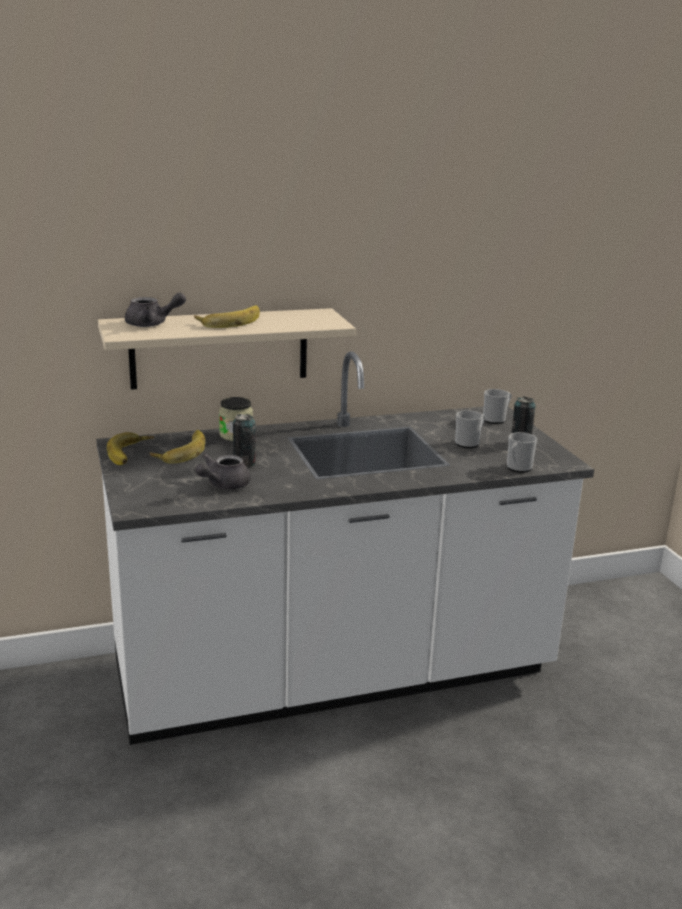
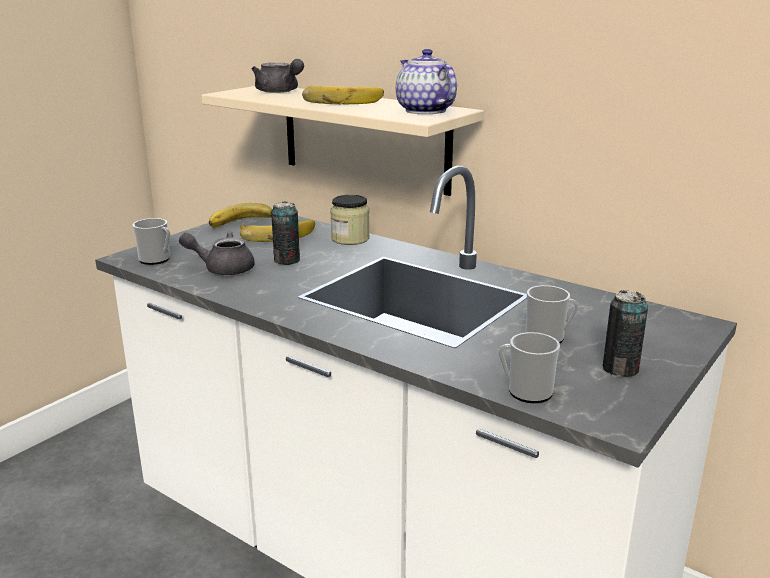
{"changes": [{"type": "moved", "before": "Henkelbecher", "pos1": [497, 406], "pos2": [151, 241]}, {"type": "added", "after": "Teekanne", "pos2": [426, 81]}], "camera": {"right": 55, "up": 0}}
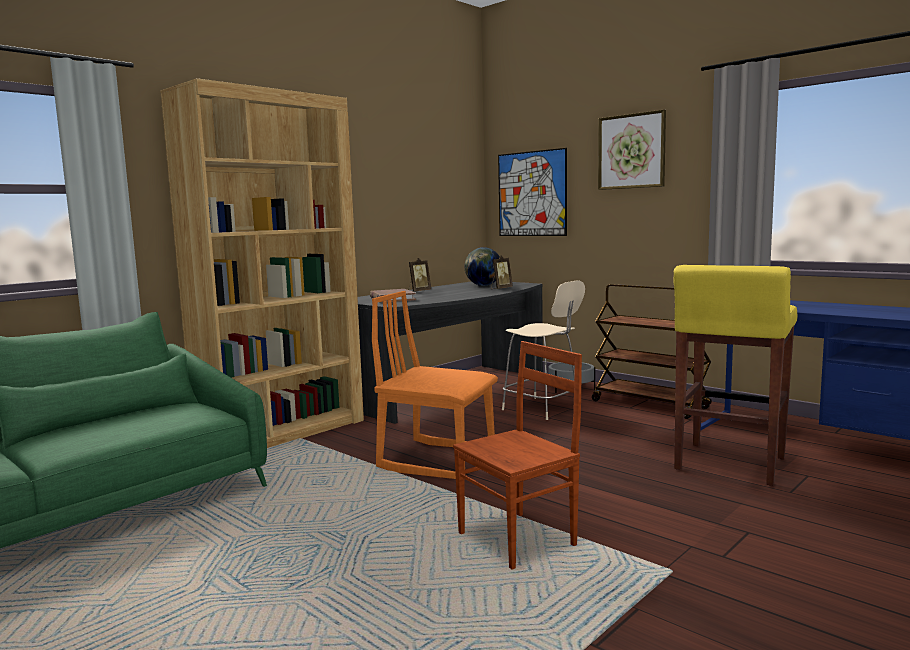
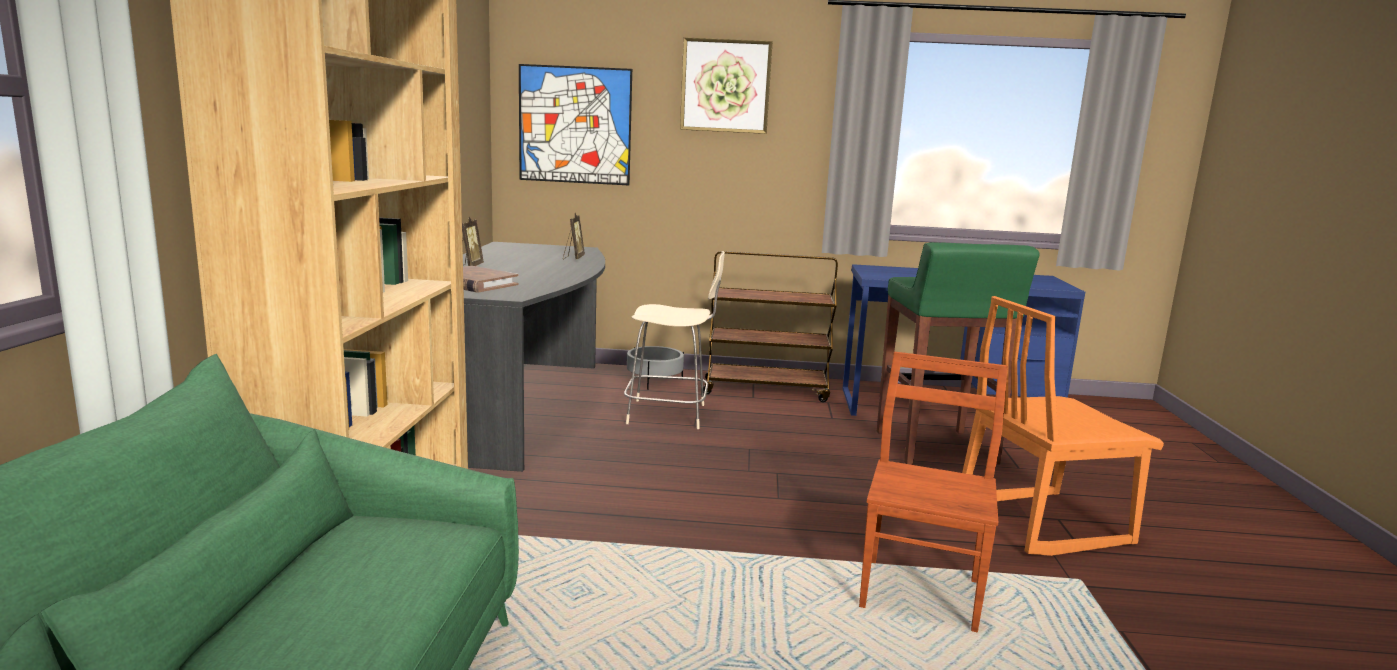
{"changes": [{"type": "recoloured", "before": "Hocker/gelb", "after": "Hocker/grün", "pos1": [735, 375], "pos2": [958, 353]}, {"type": "moved", "before": "Stuhl/orange", "pos1": [435, 385], "pos2": [1063, 426]}, {"type": "removed", "before": "Globus", "pos1": [482, 266]}], "camera": {"right": -40, "up": 5}}
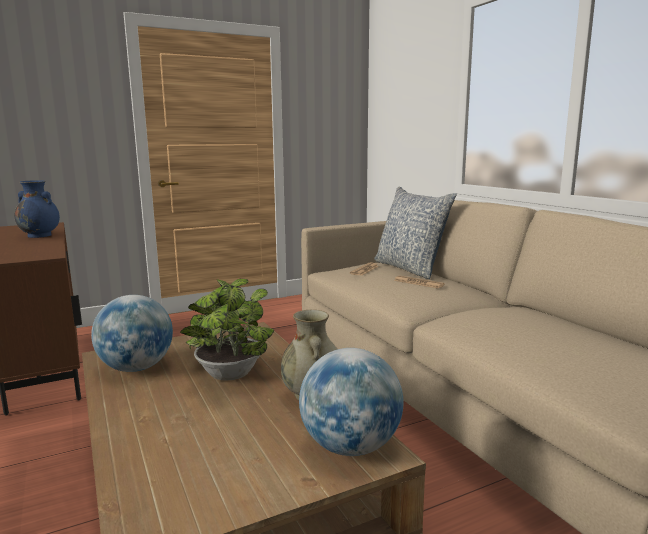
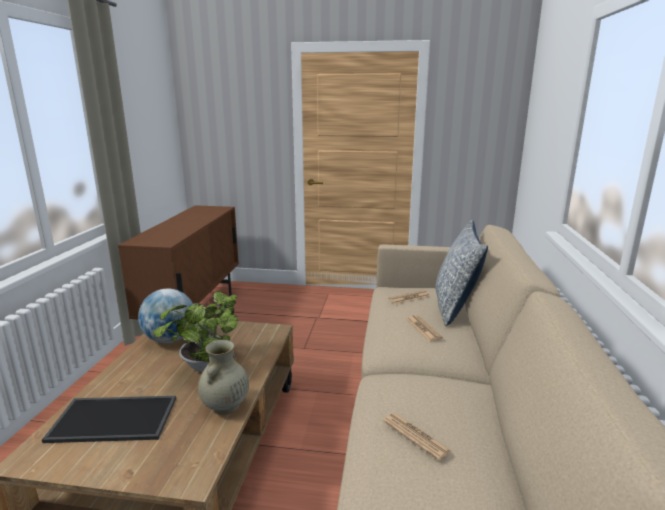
{"changes": [{"type": "added", "after": "Tablett", "pos2": [109, 419]}, {"type": "added", "after": "Zeitung", "pos2": [417, 436]}, {"type": "removed", "before": "Vase/blau", "pos1": [37, 209]}, {"type": "removed", "before": "Globus", "pos1": [351, 402]}], "camera": {"right": 35, "up": 5}}
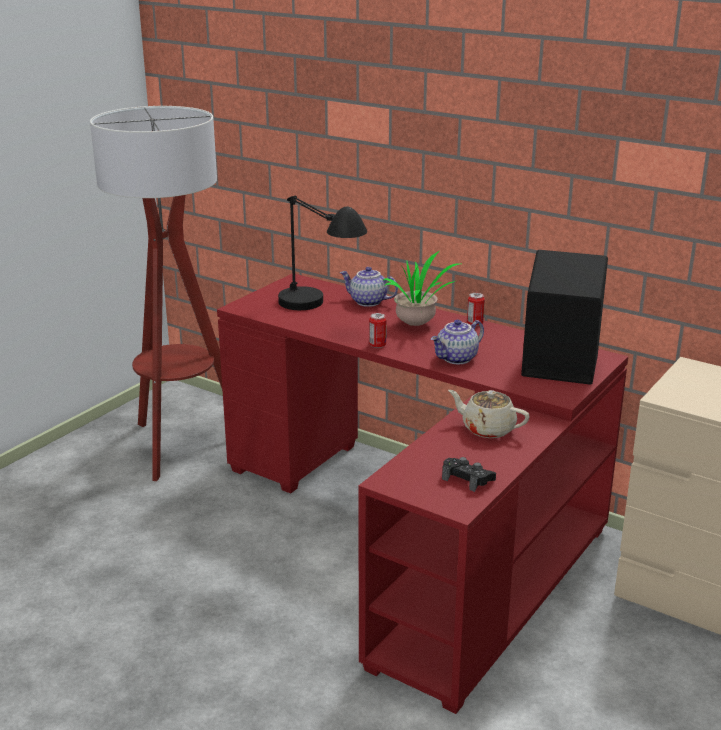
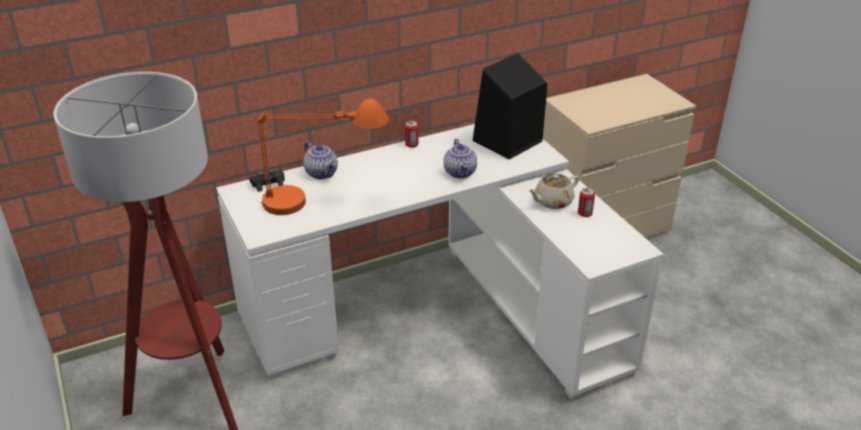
{"changes": [{"type": "recoloured", "before": "Schreibtisch/rot", "after": "Schreibtisch/weiß", "pos1": [422, 494], "pos2": [439, 262]}, {"type": "moved", "before": "Gamepad/schwarz", "pos1": [469, 474], "pos2": [267, 181]}, {"type": "recoloured", "before": "Tischlampe/schwarz", "after": "Tischlampe/orange", "pos1": [322, 253], "pos2": [323, 157]}, {"type": "turned", "before": "Teekanne", "pos1": [369, 287], "pos2": [321, 161], "turn": -90}, {"type": "moved", "before": "Dose", "pos1": [378, 330], "pos2": [586, 202]}, {"type": "removed", "before": "Topfpflanze", "pos1": [422, 288]}], "camera": {"right": -60, "up": 10}}
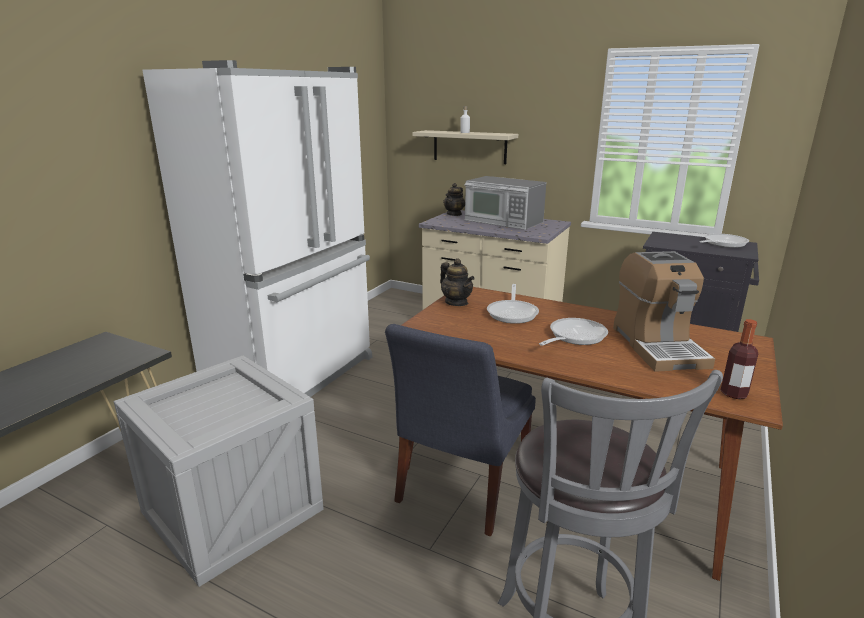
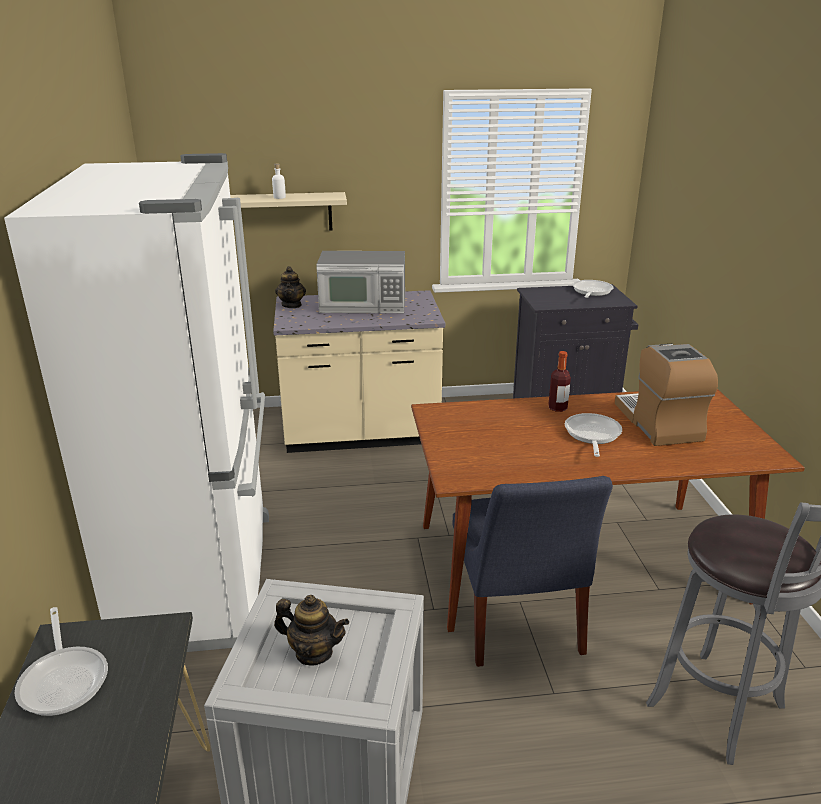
{"changes": [{"type": "moved", "before": "Pfanne", "pos1": [513, 304], "pos2": [61, 661]}, {"type": "moved", "before": "Teekanne", "pos1": [457, 282], "pos2": [311, 630]}, {"type": "moved", "before": "Flasche", "pos1": [739, 359], "pos2": [559, 381]}, {"type": "turned", "before": "Kaffeemaschine", "pos1": [664, 311], "pos2": [666, 395], "turn": -150}], "camera": {"right": -35, "up": 5}}
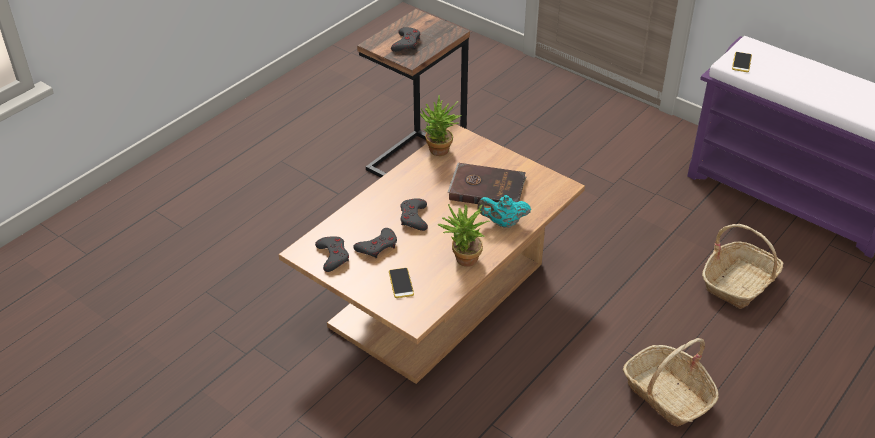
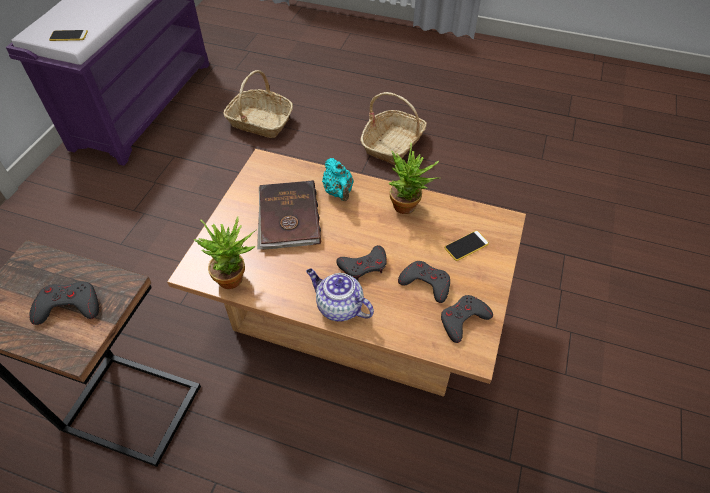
{"changes": [{"type": "added", "after": "Teekanne", "pos2": [340, 295]}], "camera": {"right": -110, "up": 10}}
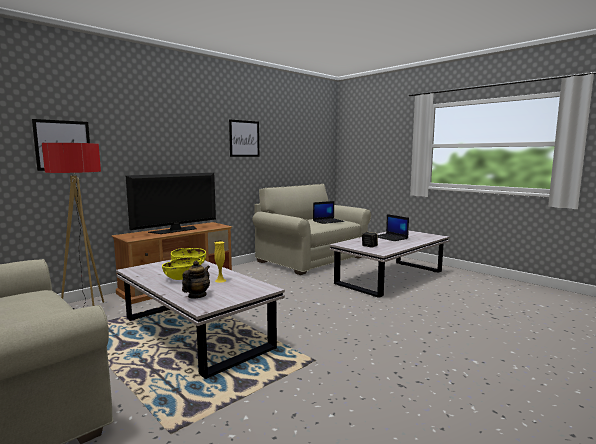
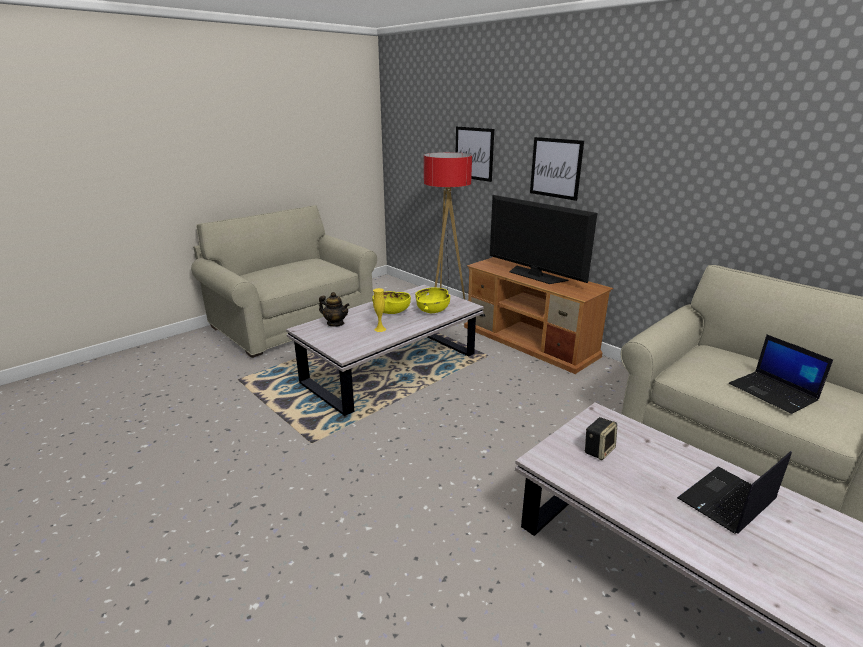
{"changes": [{"type": "moved", "before": "Bild", "pos1": [244, 138], "pos2": [557, 169]}], "camera": {"right": 90, "up": 15}}
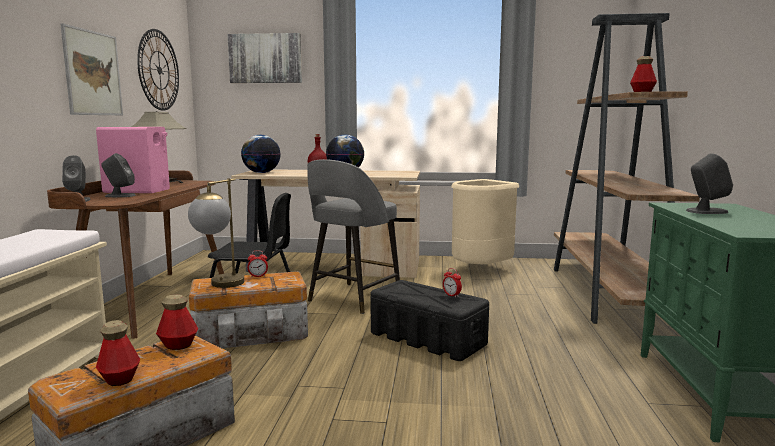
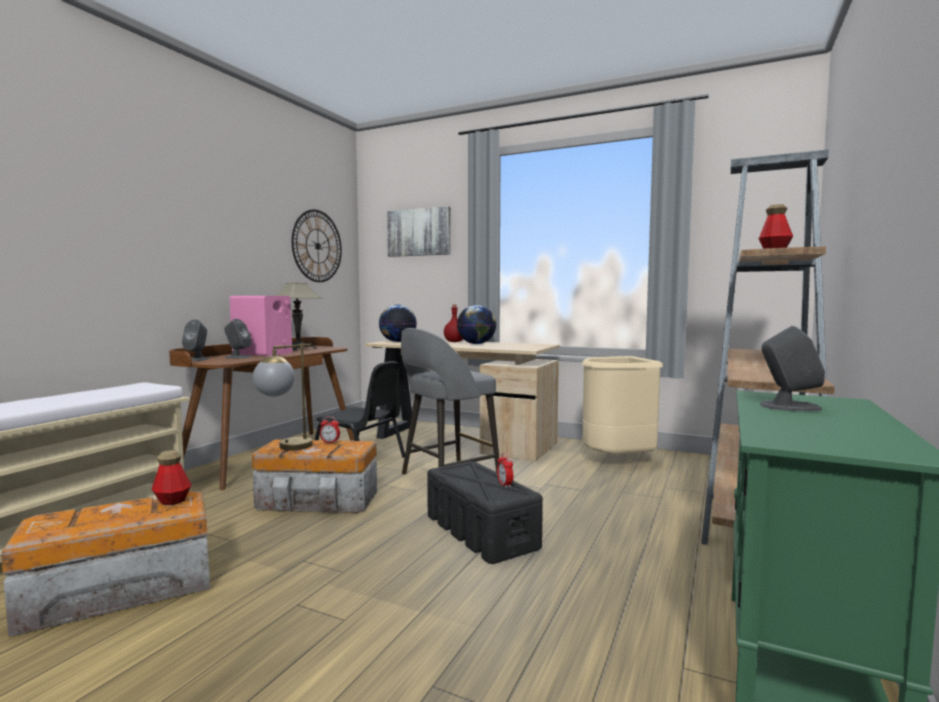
{"changes": [{"type": "removed", "before": "Bild", "pos1": [91, 69]}, {"type": "removed", "before": "Flasche", "pos1": [118, 353]}], "camera": {"right": 20, "up": -5}}
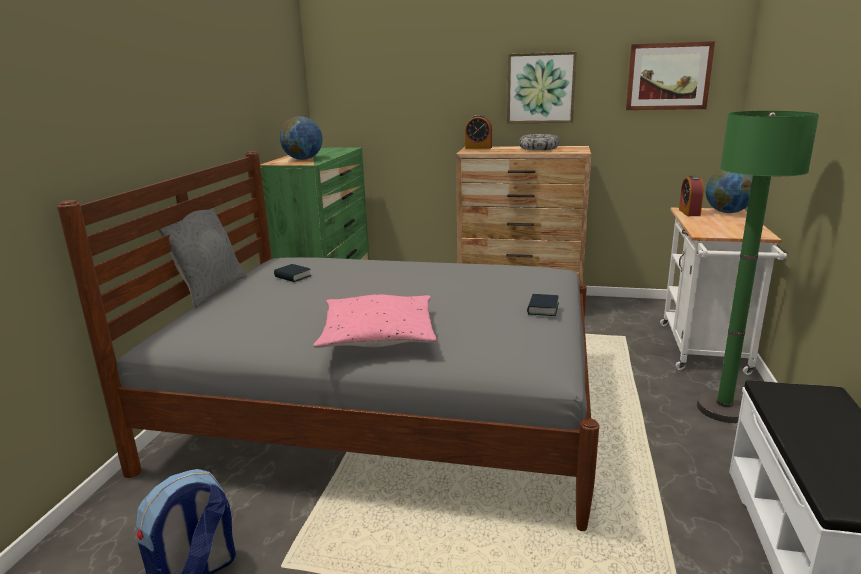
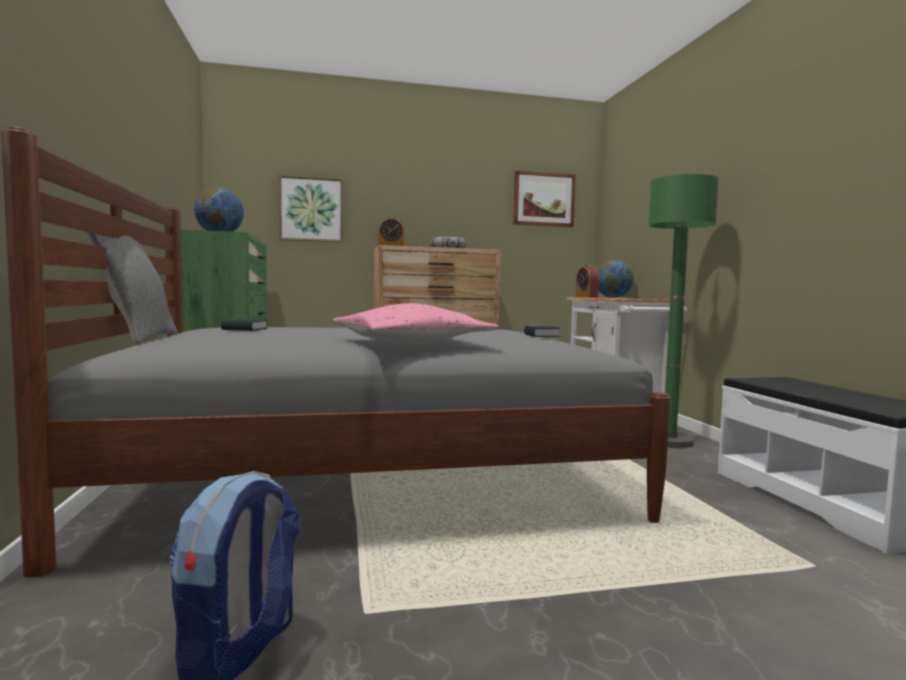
{"changes": [{"type": "moved", "before": "Bild", "pos1": [542, 87], "pos2": [310, 208]}], "camera": {"right": -25, "up": -15}}
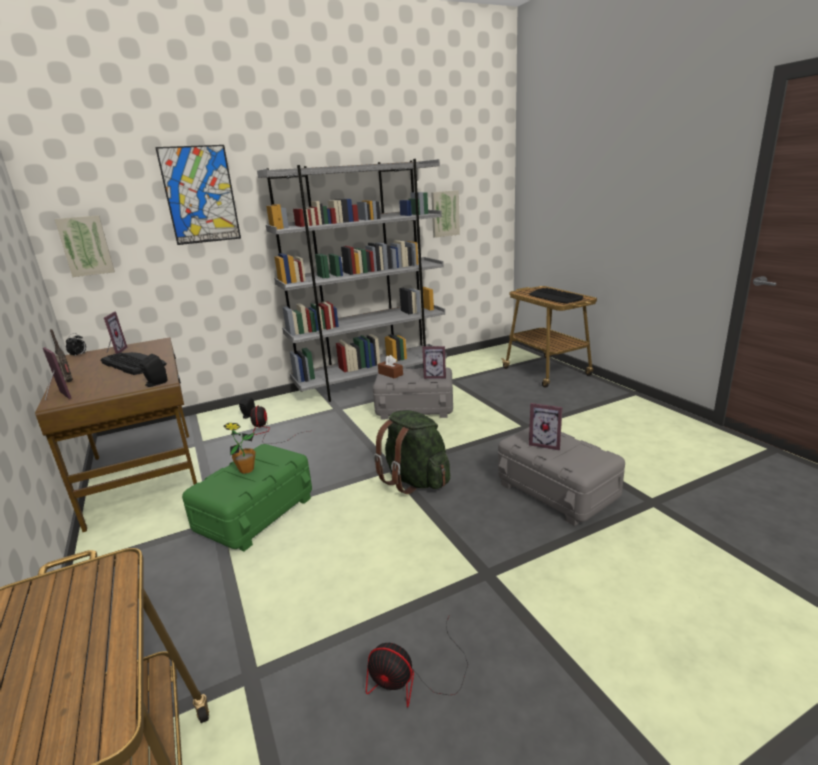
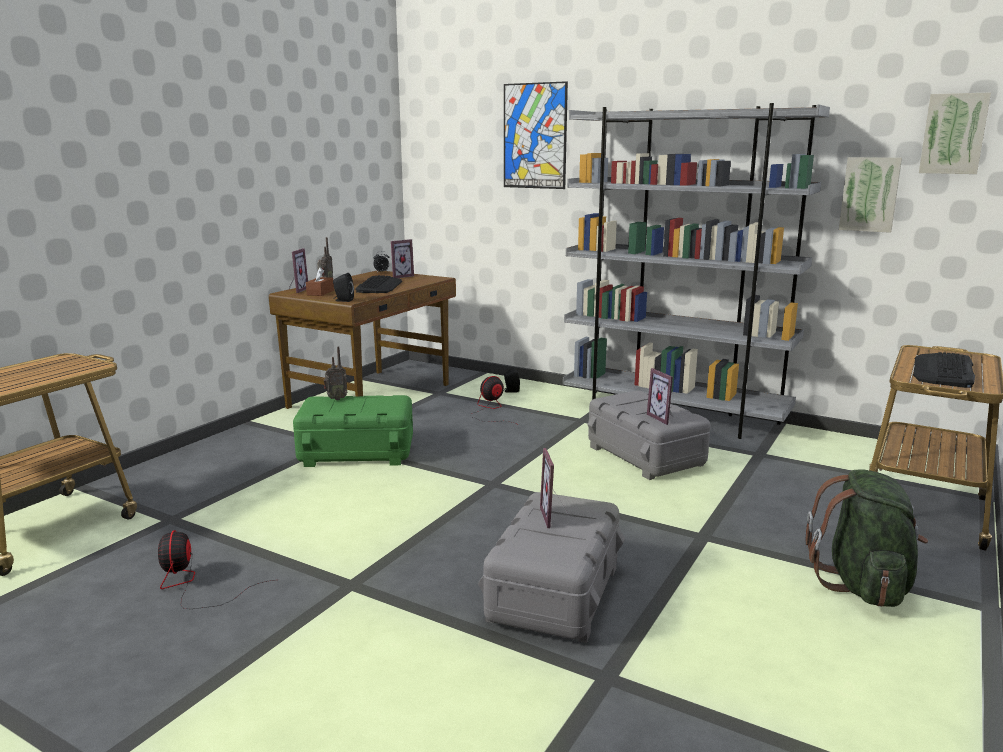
{"changes": [{"type": "moved", "before": "Taschentuchbox/braun", "pos1": [390, 366], "pos2": [320, 281]}, {"type": "added", "after": "Radio", "pos2": [336, 373]}, {"type": "moved", "before": "Rucksack/grün", "pos1": [412, 452], "pos2": [867, 538]}, {"type": "moved", "before": "Bild", "pos1": [85, 246], "pos2": [955, 133]}, {"type": "removed", "before": "Topfpflanze", "pos1": [240, 448]}], "camera": {"right": 55, "up": -5}}
